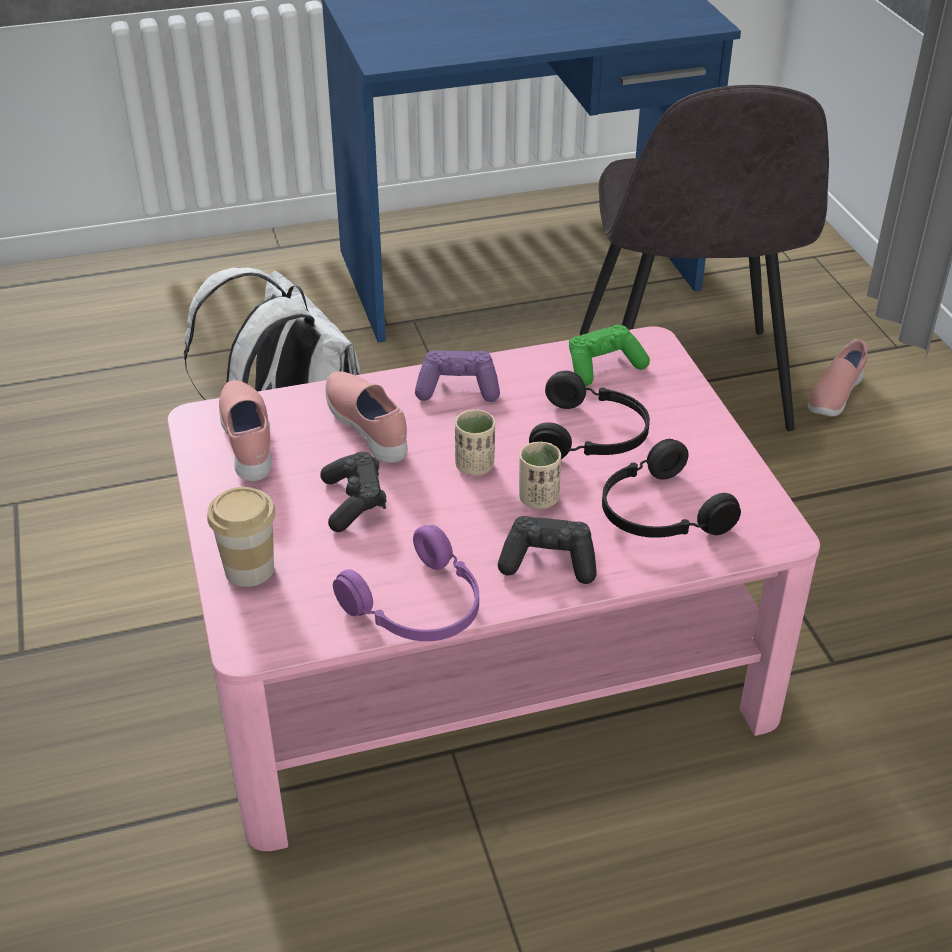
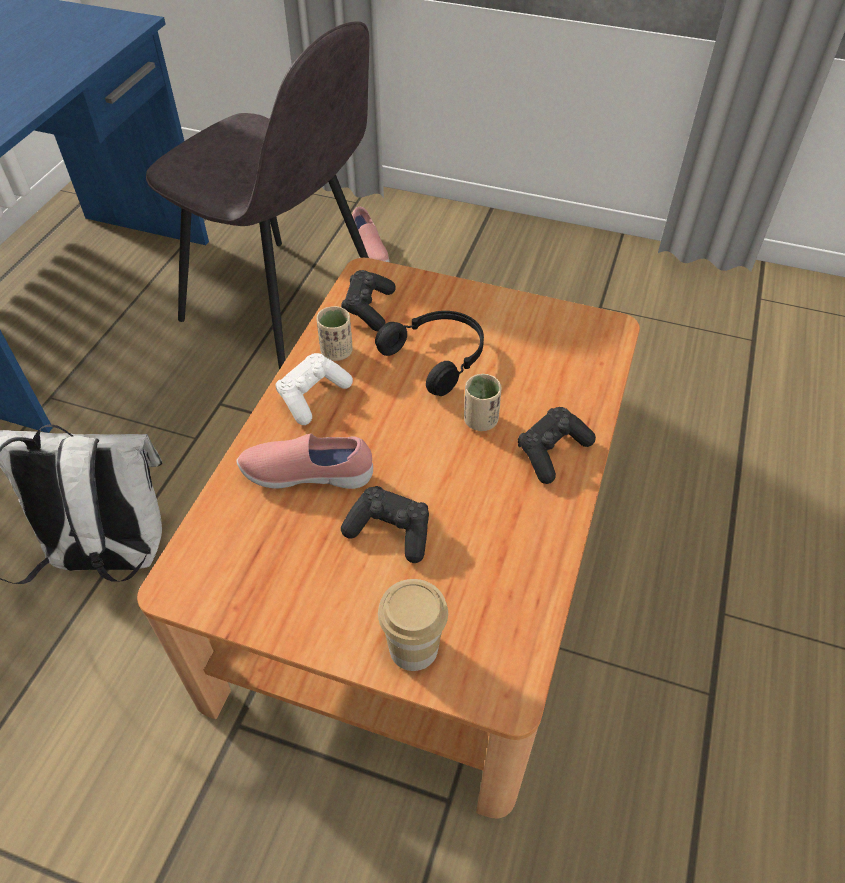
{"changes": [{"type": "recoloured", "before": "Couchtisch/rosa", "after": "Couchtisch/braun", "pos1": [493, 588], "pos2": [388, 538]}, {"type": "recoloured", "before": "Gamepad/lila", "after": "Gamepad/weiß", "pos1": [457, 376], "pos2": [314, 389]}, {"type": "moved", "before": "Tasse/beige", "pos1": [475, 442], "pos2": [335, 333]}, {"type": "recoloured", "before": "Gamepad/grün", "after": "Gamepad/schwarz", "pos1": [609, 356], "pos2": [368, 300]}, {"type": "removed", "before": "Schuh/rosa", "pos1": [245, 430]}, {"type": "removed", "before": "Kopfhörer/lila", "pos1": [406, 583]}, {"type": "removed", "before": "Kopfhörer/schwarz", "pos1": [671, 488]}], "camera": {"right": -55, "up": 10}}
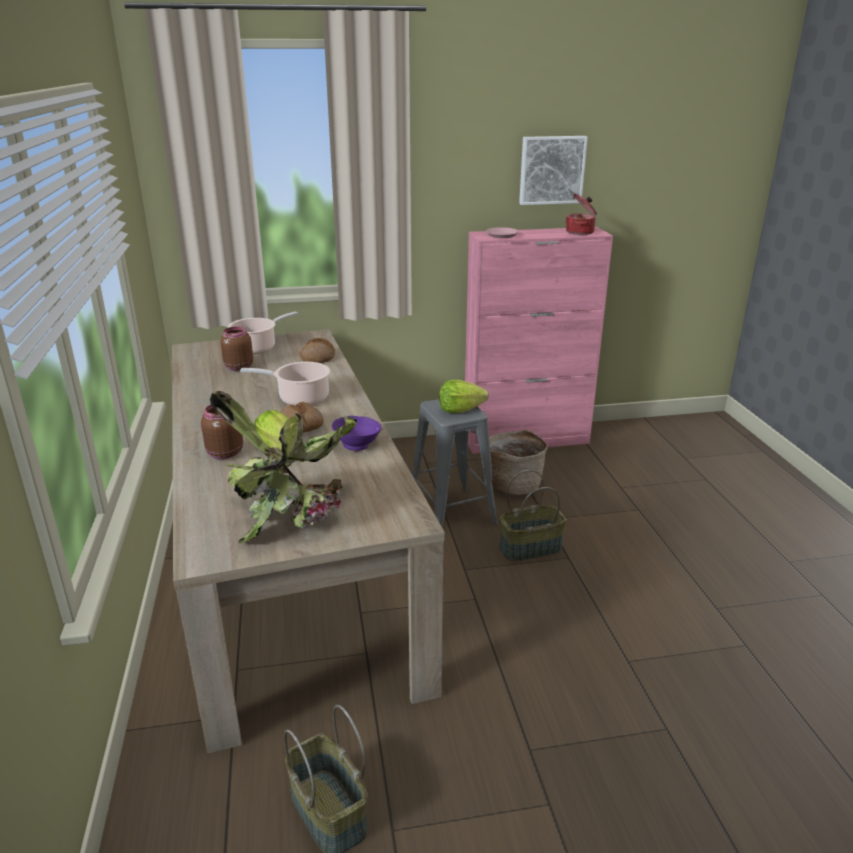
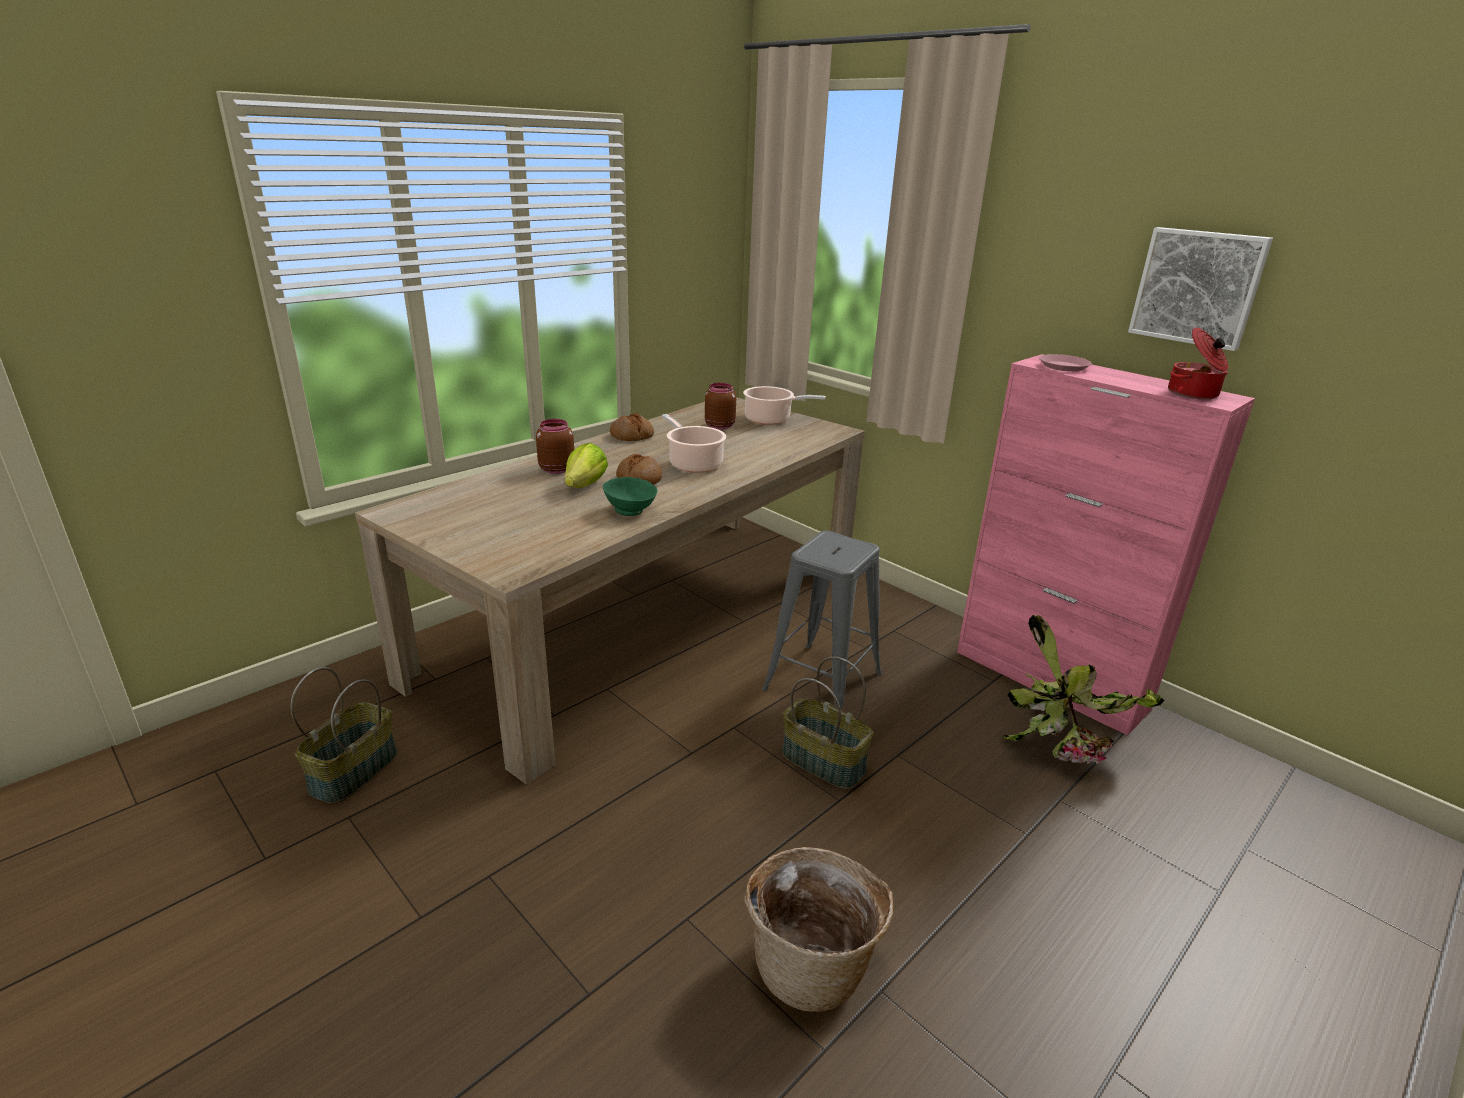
{"changes": [{"type": "recoloured", "before": "Schüssel/lila", "after": "Schüssel/grün", "pos1": [357, 433], "pos2": [630, 496]}, {"type": "moved", "before": "Brot", "pos1": [317, 350], "pos2": [632, 427]}, {"type": "moved", "before": "Korb", "pos1": [518, 462], "pos2": [819, 929]}, {"type": "moved", "before": "Topfpflanze", "pos1": [283, 467], "pos2": [1083, 689]}, {"type": "removed", "before": "Salatkopf", "pos1": [464, 396]}], "camera": {"right": 55, "up": 0}}
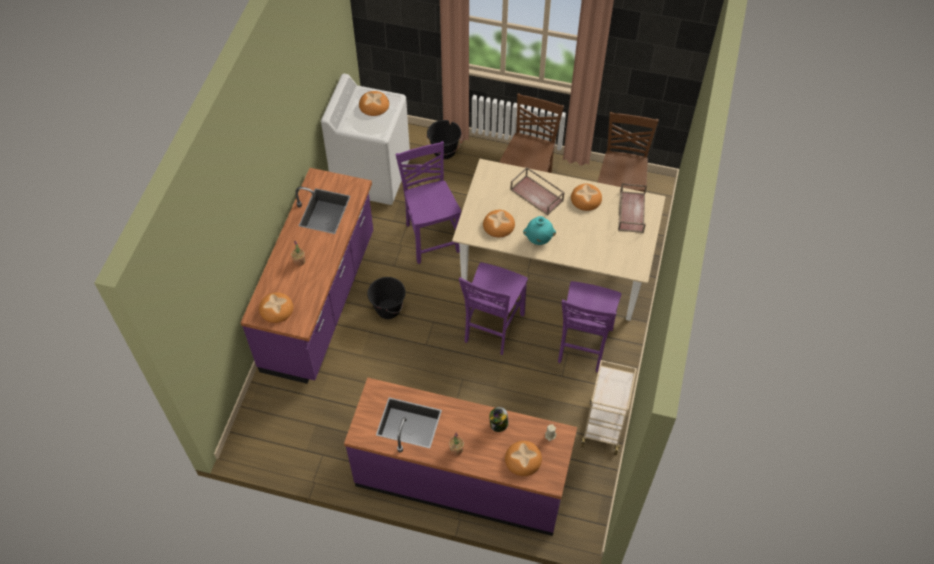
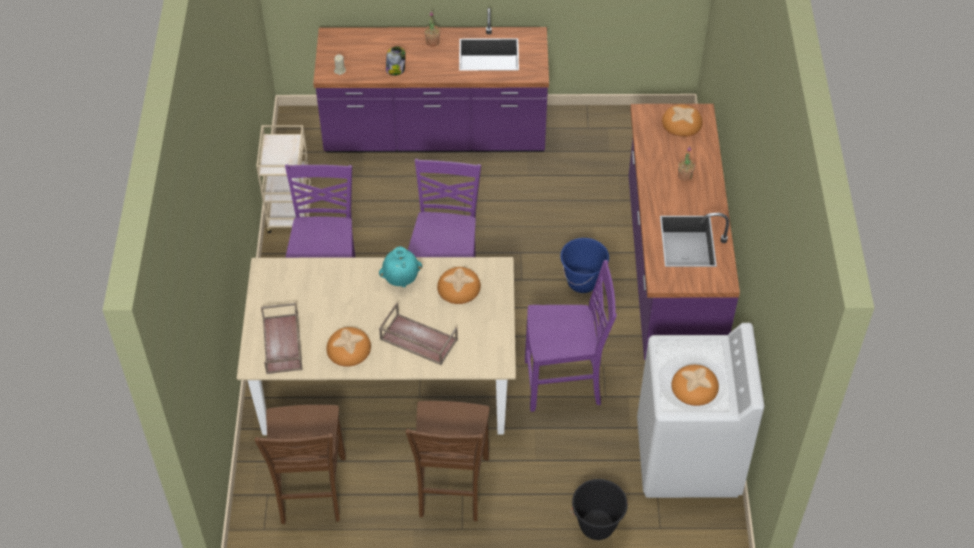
{"changes": [{"type": "turned", "before": "Stuhl/lila", "pos1": [428, 202], "pos2": [571, 336], "turn": -60}, {"type": "recoloured", "before": "Eimer/schwarz", "after": "Eimer/blau", "pos1": [386, 298], "pos2": [584, 265]}, {"type": "removed", "before": "Brot", "pos1": [523, 458]}], "camera": {"right": 165, "up": -5}}
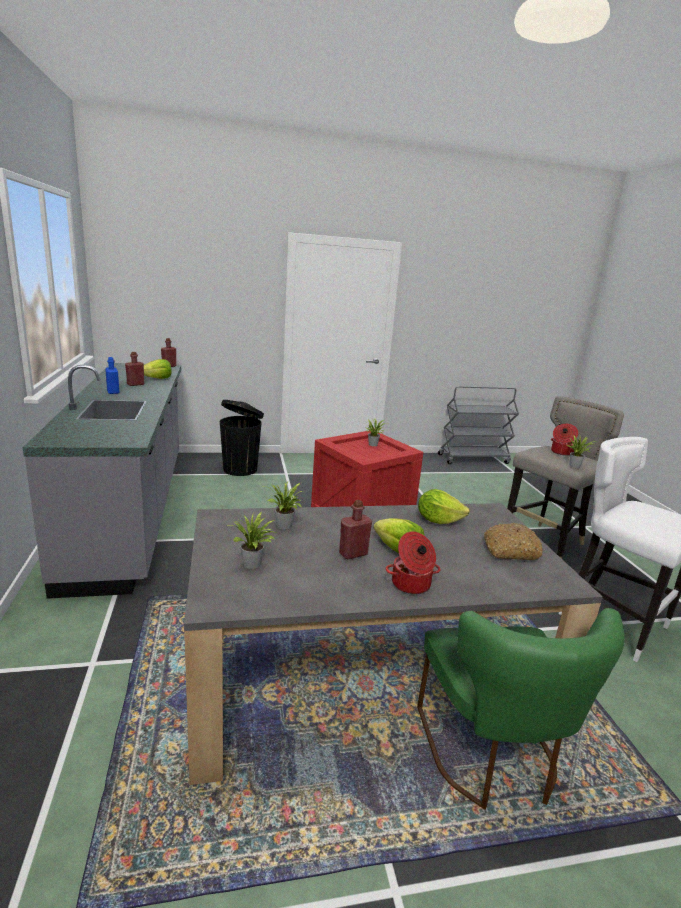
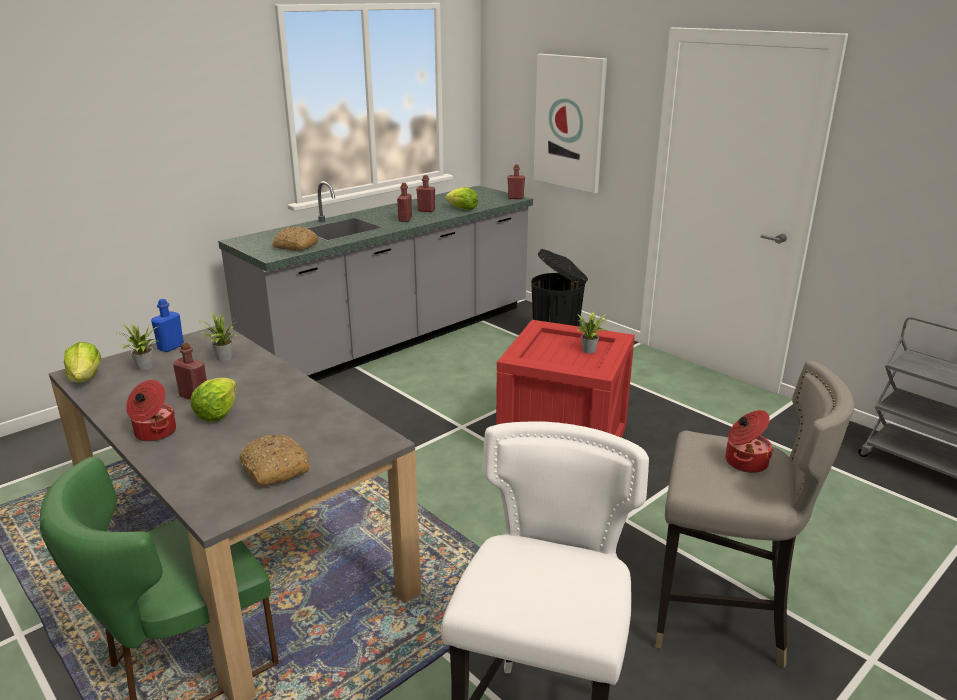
{"changes": [{"type": "moved", "before": "Salatkopf", "pos1": [444, 506], "pos2": [82, 362]}, {"type": "moved", "before": "Flasche/blau", "pos1": [112, 375], "pos2": [167, 325]}, {"type": "added", "after": "Brot", "pos2": [295, 238]}, {"type": "added", "after": "Flasche/rot", "pos2": [404, 202]}, {"type": "added", "after": "Bild", "pos2": [570, 124]}, {"type": "removed", "before": "Topfpflanze", "pos1": [582, 451]}], "camera": {"right": 60, "up": 5}}
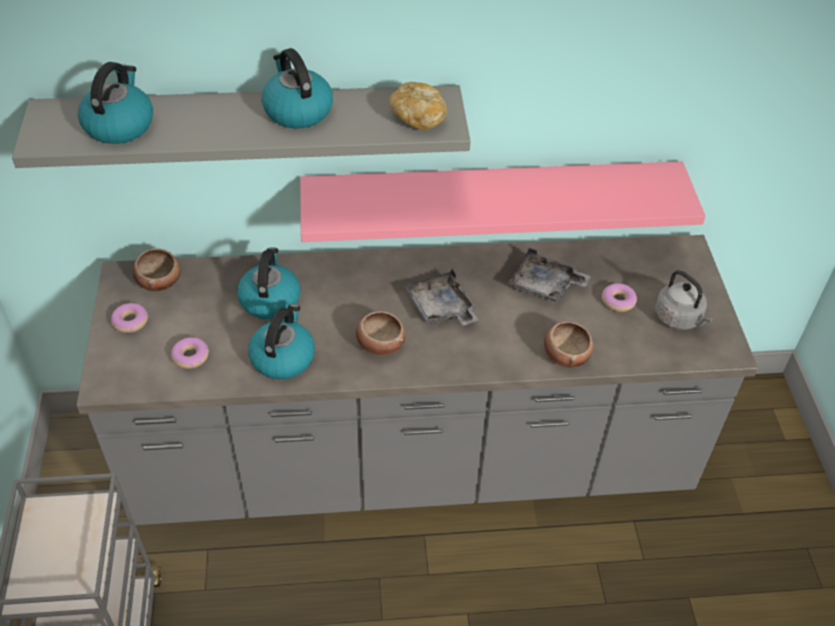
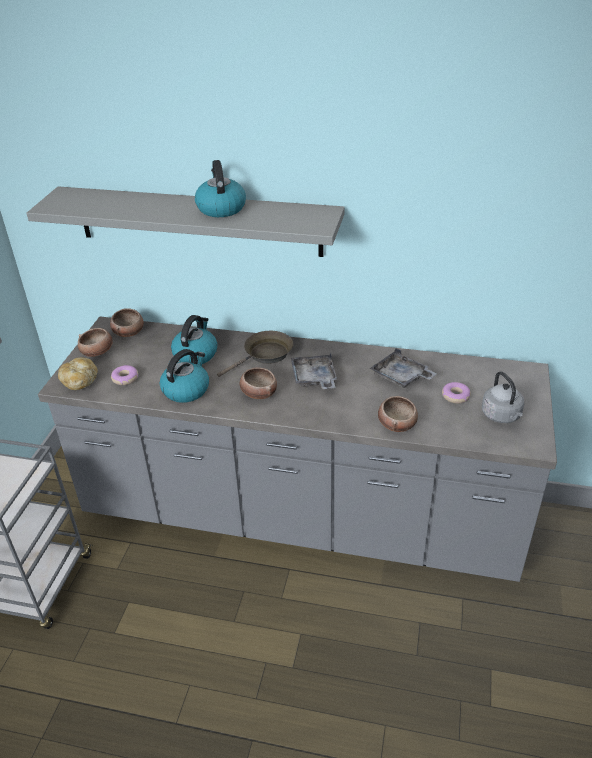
{"changes": [{"type": "moved", "before": "Brot", "pos1": [418, 106], "pos2": [78, 373]}, {"type": "replaced", "before": "Donut", "after": "Schüssel", "pos1": [129, 318], "pos2": [95, 342]}, {"type": "added", "after": "Pfanne/braun", "pos2": [255, 354]}, {"type": "removed", "before": "Wasserkessel", "pos1": [115, 103]}, {"type": "removed", "before": "Wandregal/rosa", "pos1": [503, 201]}], "camera": {"right": 20, "up": -10}}
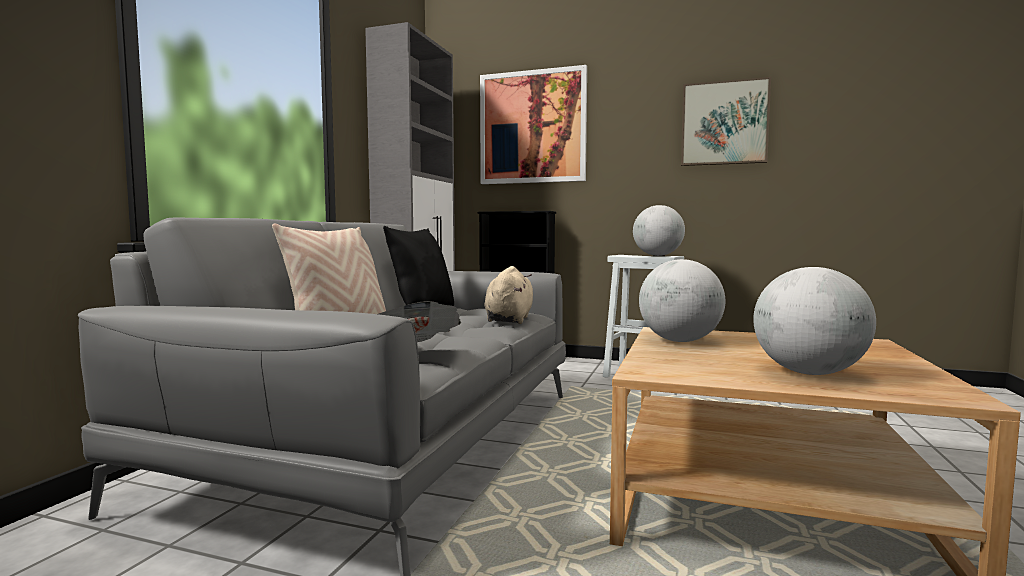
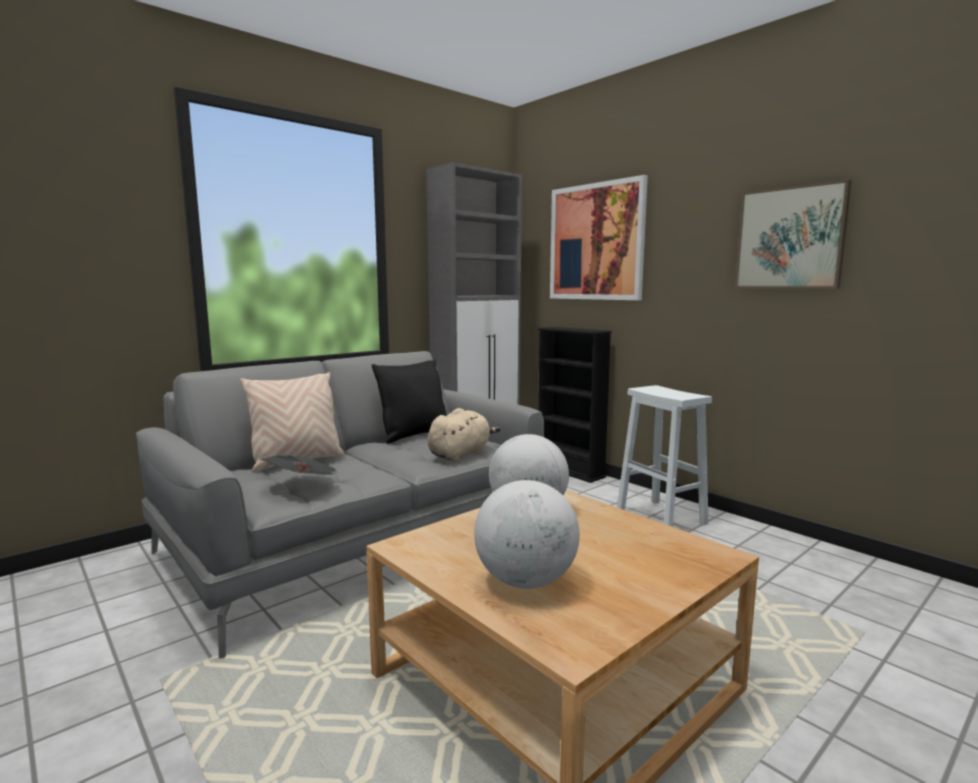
{"changes": [{"type": "removed", "before": "Globus", "pos1": [659, 230]}], "camera": {"right": 30, "up": 5}}
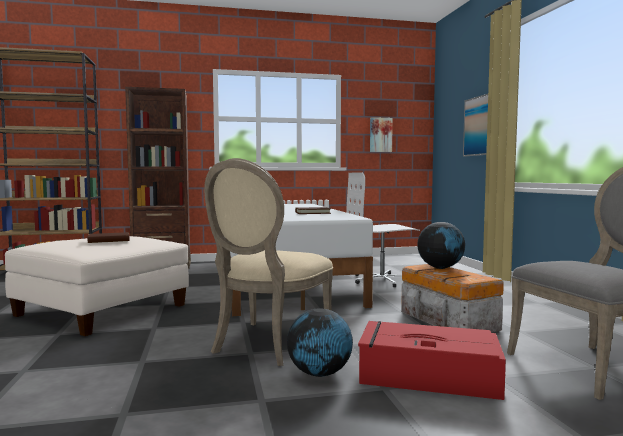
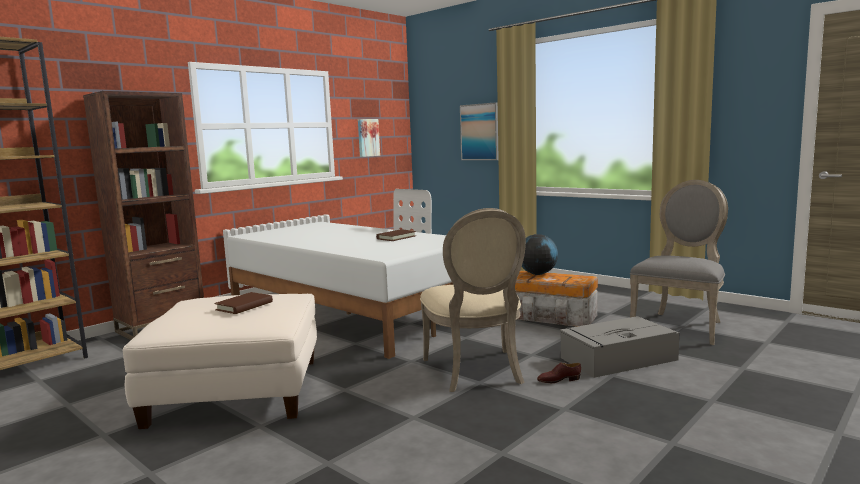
{"changes": [{"type": "replaced", "before": "Globus", "after": "Schuh/braun", "pos1": [320, 342], "pos2": [559, 373]}, {"type": "recoloured", "before": "Aufbewahrungsbox/rot", "after": "Aufbewahrungsbox/grau", "pos1": [432, 360], "pos2": [619, 347]}], "camera": {"right": -35, "up": 5}}
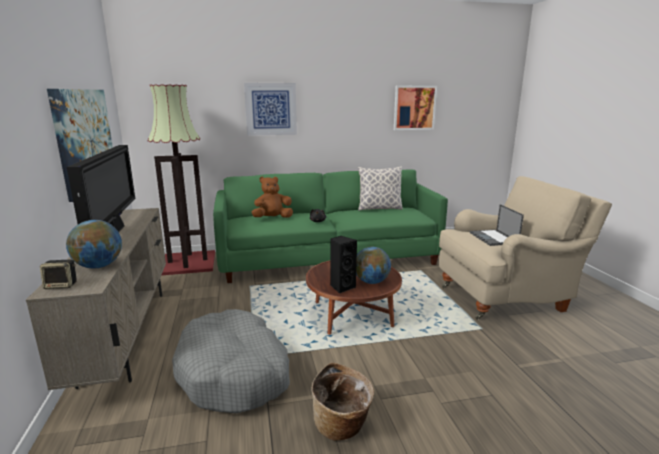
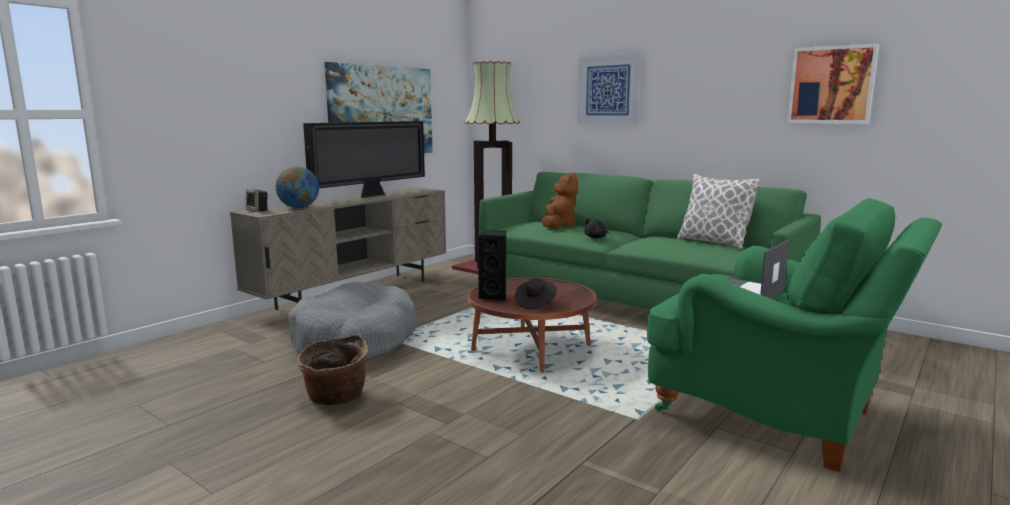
{"changes": [{"type": "replaced", "before": "Globus", "after": "Hut/schwarz", "pos1": [373, 265], "pos2": [536, 293]}, {"type": "turned", "before": "Plüschtier/braun", "pos1": [272, 197], "pos2": [560, 201], "turn": 75}, {"type": "recoloured", "before": "Sessel/beige", "after": "Sessel/grün", "pos1": [525, 248], "pos2": [794, 335]}], "camera": {"right": 50, "up": -5}}
